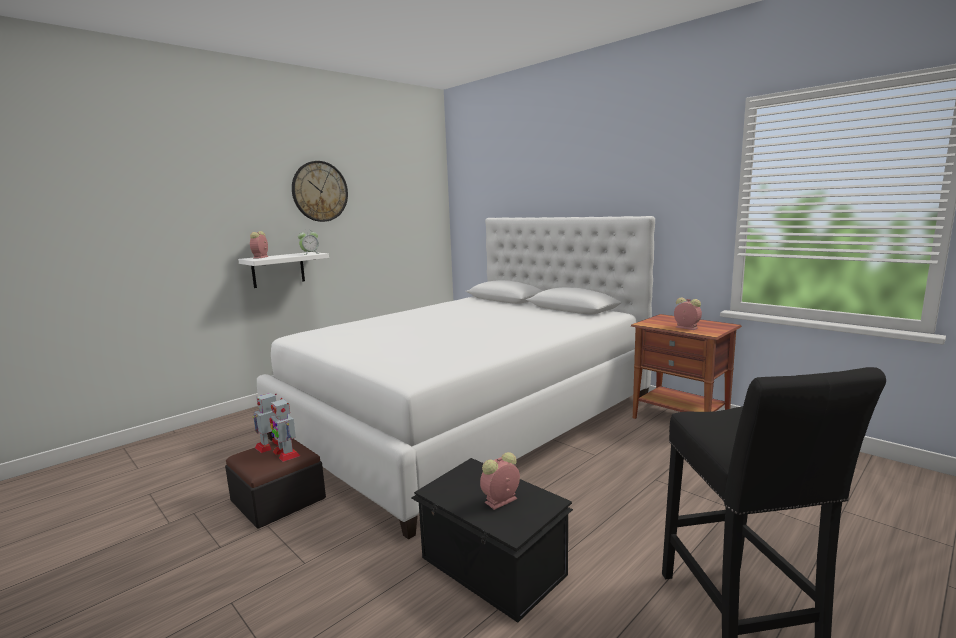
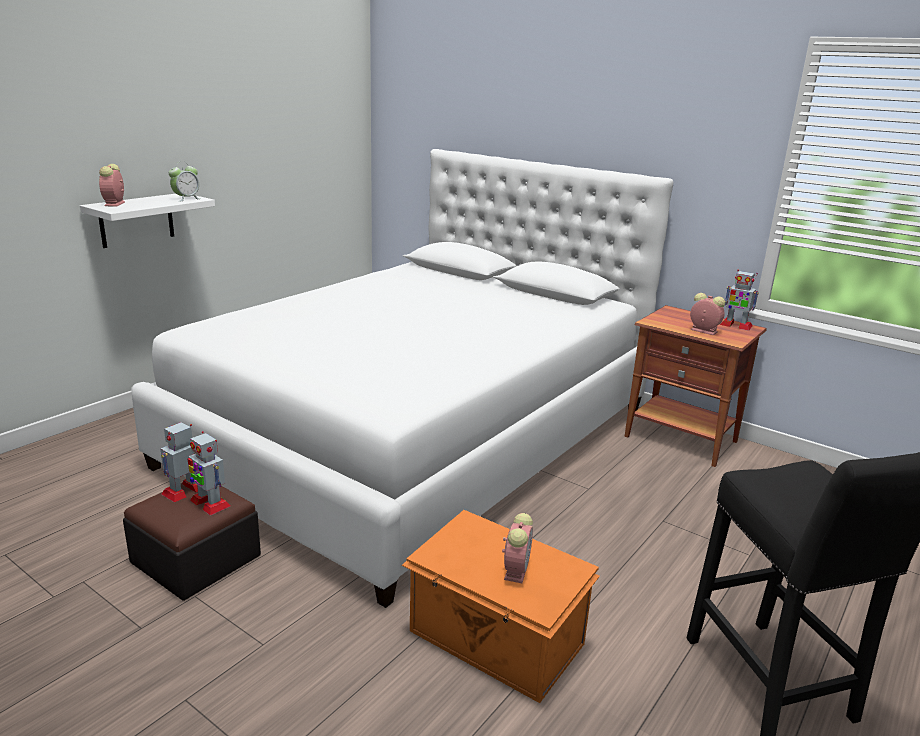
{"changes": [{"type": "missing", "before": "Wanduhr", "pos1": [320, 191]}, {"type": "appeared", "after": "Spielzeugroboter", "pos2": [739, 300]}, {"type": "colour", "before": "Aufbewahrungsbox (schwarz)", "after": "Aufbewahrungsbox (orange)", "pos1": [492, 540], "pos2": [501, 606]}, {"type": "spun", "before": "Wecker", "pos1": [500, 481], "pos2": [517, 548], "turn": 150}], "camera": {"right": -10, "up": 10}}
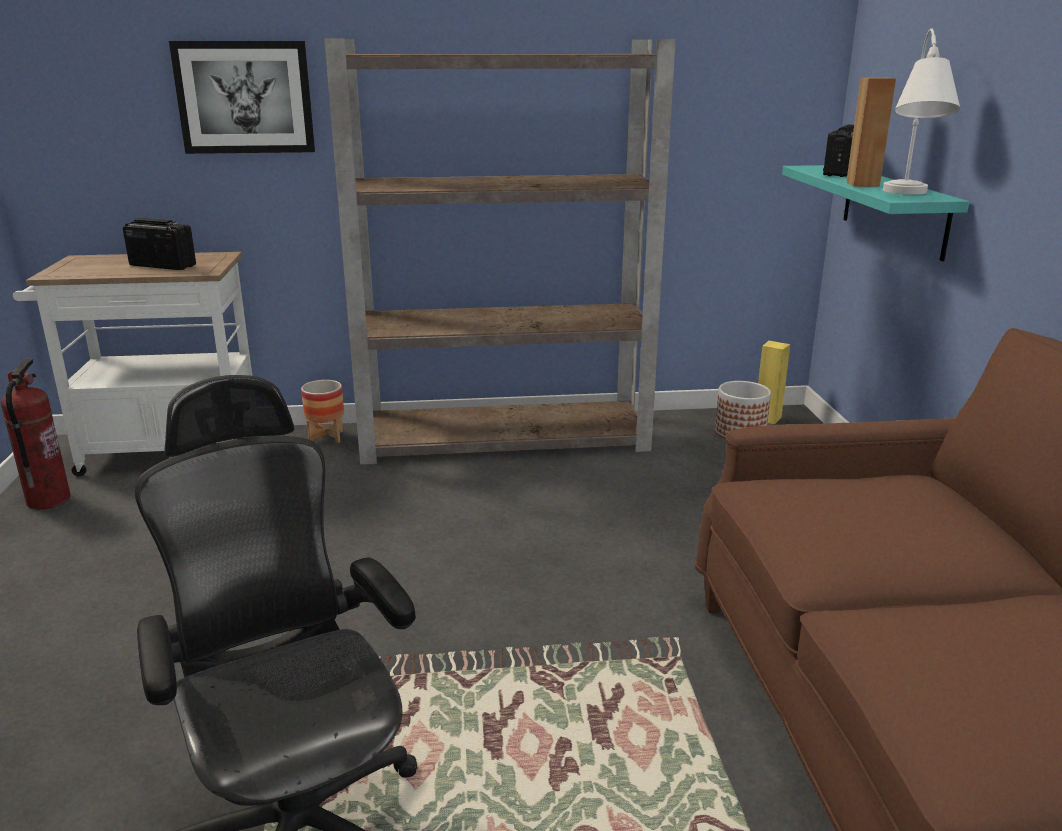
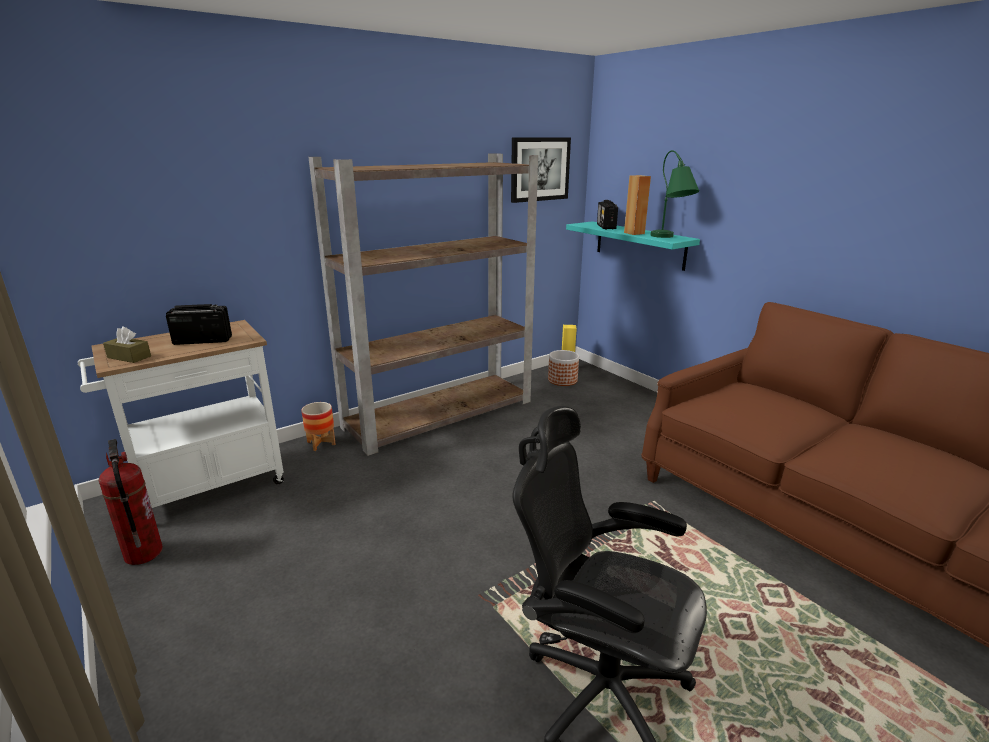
{"changes": [{"type": "appeared", "after": "Taschentuchbox (braun)", "pos2": [127, 344]}, {"type": "relocated", "before": "Bild", "pos1": [242, 97], "pos2": [541, 170]}, {"type": "colour", "before": "Tischlampe (weiß)", "after": "Tischlampe (grün)", "pos1": [921, 111], "pos2": [674, 194]}], "camera": {"right": -30, "up": 0}}
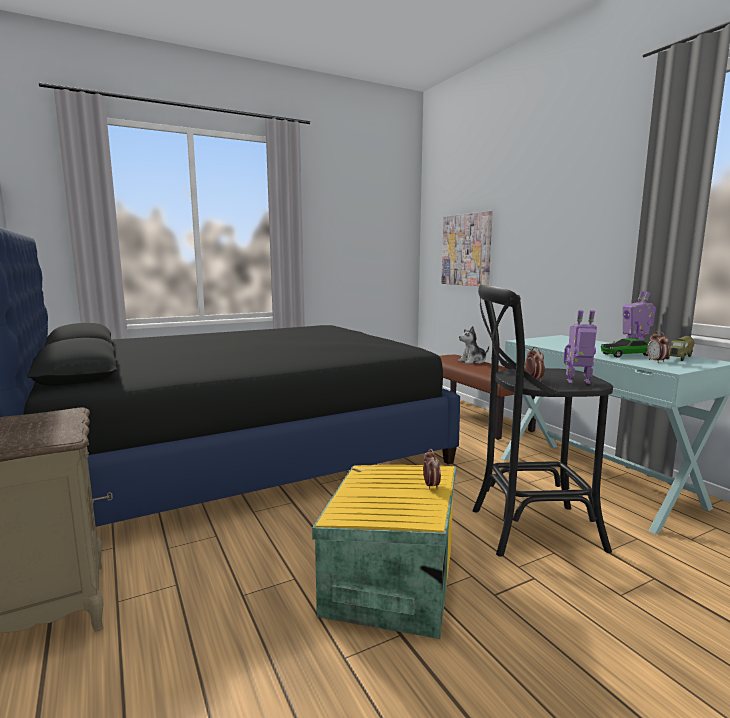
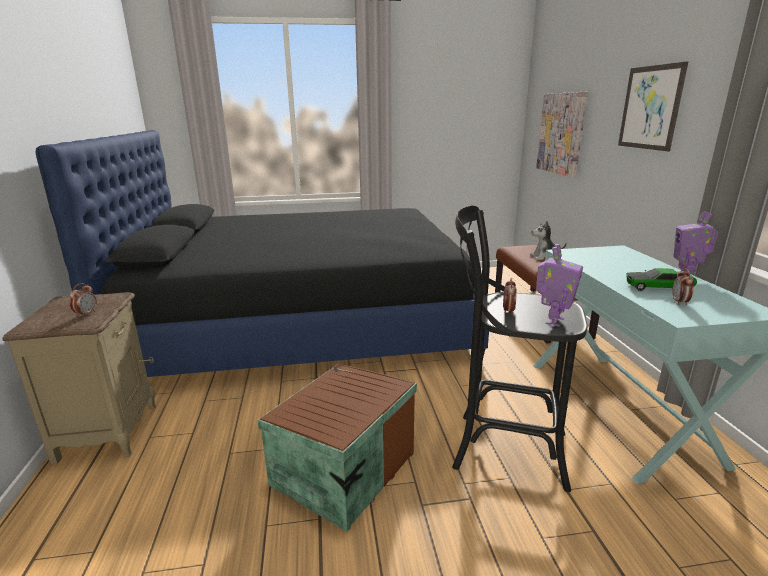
{"changes": [{"type": "missing", "before": "Spielzeuglaster", "pos1": [680, 348]}, {"type": "appeared", "after": "Bild", "pos2": [653, 106]}, {"type": "relocated", "before": "Wecker", "pos1": [432, 469], "pos2": [83, 300]}, {"type": "colour", "before": "Aufbewahrungsbox (gelb)", "after": "Aufbewahrungsbox (braun)", "pos1": [384, 552], "pos2": [337, 448]}, {"type": "spun", "before": "Spielzeugroboter", "pos1": [580, 347], "pos2": [559, 285], "turn": 90}], "camera": {"right": 20, "up": 10}}
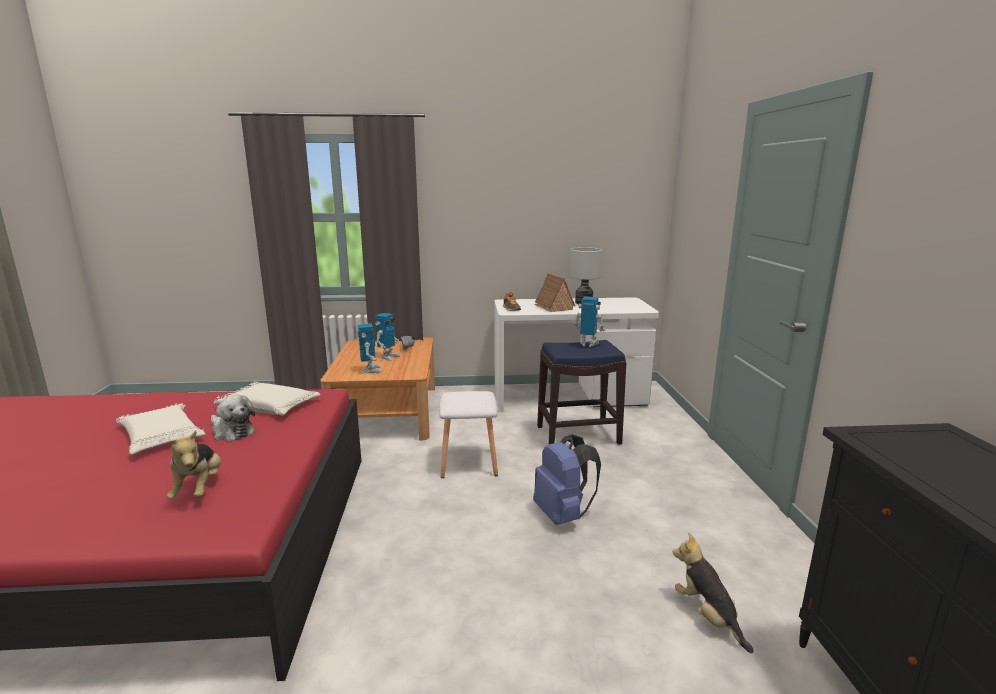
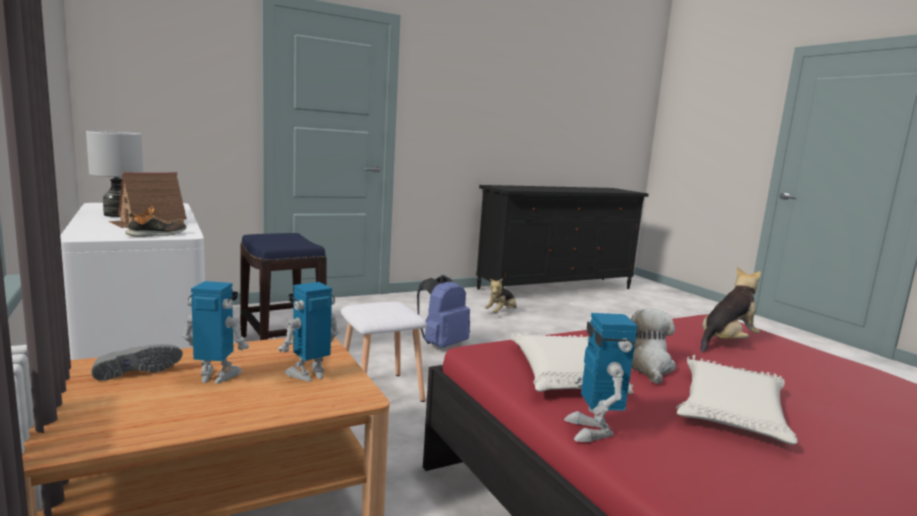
{"changes": [{"type": "relocated", "before": "Spielzeugroboter", "pos1": [589, 322], "pos2": [601, 377]}], "camera": {"right": -115, "up": -5}}
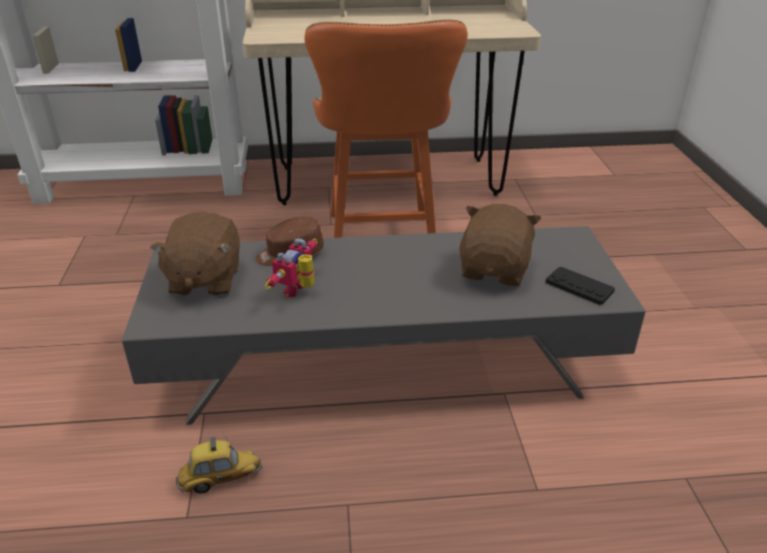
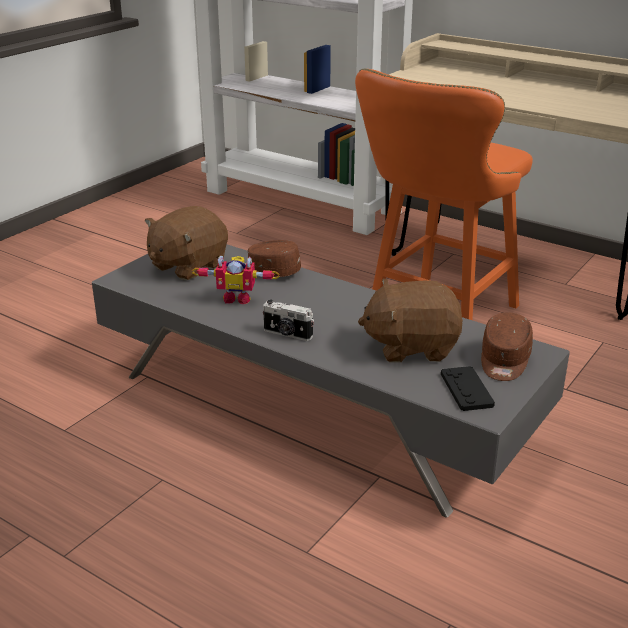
{"changes": [{"type": "missing", "before": "Spielzeugauto", "pos1": [219, 463]}, {"type": "appeared", "after": "Kamera", "pos2": [288, 320]}, {"type": "appeared", "after": "Kappe (braun)", "pos2": [507, 346]}, {"type": "spun", "before": "Spielzeugroboter", "pos1": [291, 268], "pos2": [236, 279], "turn": -150}, {"type": "spun", "before": "Plüschtier (braun)", "pos1": [500, 245], "pos2": [410, 320], "turn": -150}], "camera": {"right": 40, "up": -5}}
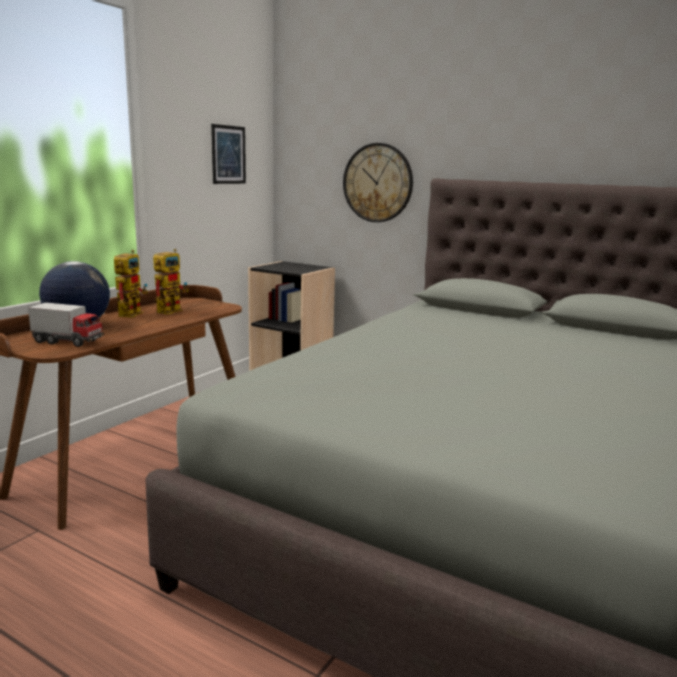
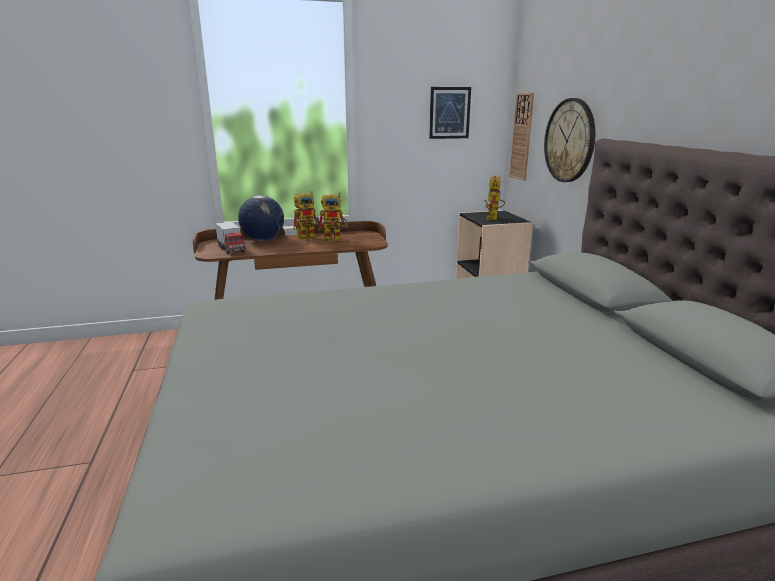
{"changes": [{"type": "appeared", "after": "Spielzeugroboter", "pos2": [494, 198]}, {"type": "appeared", "after": "Wanduhr", "pos2": [521, 137]}], "camera": {"right": 45, "up": 5}}
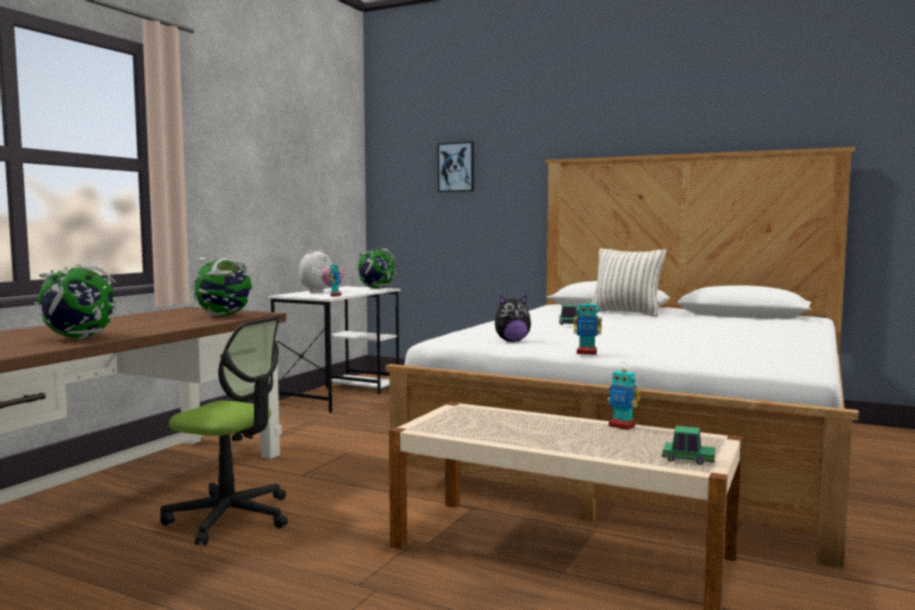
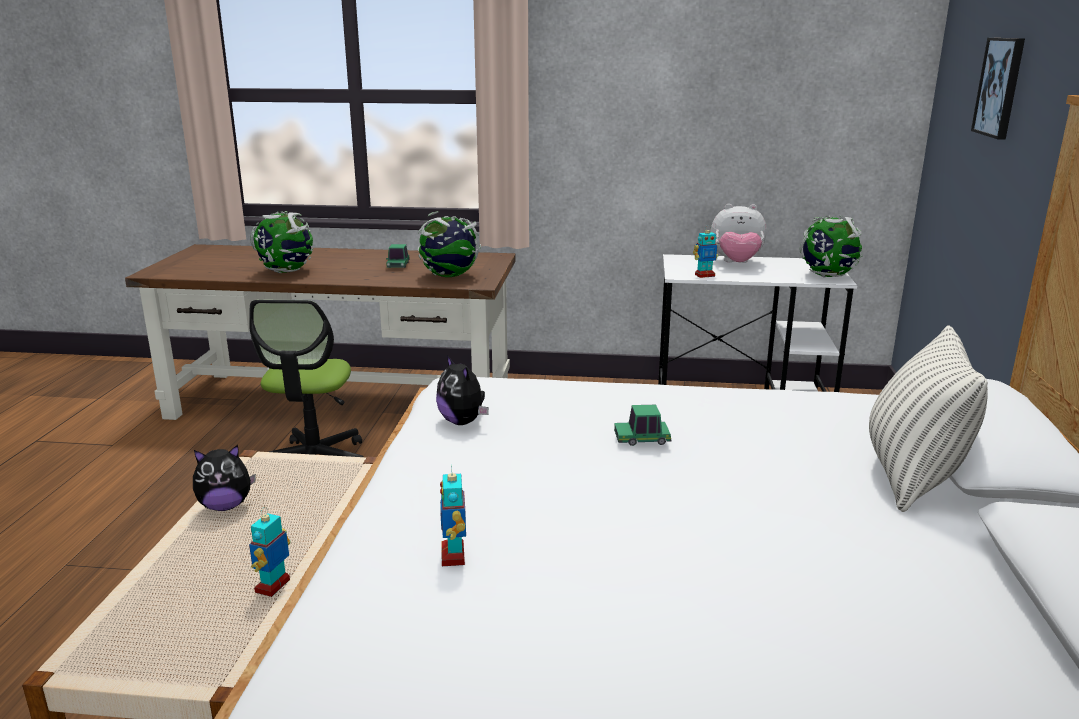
{"changes": [{"type": "appeared", "after": "Plüschtier", "pos2": [224, 478]}, {"type": "relocated", "before": "Spielzeugroboter", "pos1": [588, 325], "pos2": [453, 515]}, {"type": "relocated", "before": "Spielzeugauto", "pos1": [688, 445], "pos2": [397, 256]}], "camera": {"right": 70, "up": 15}}
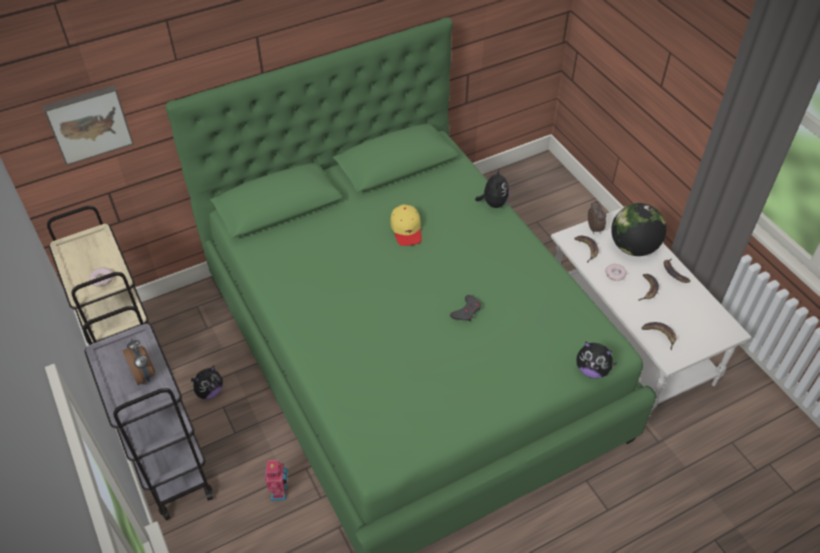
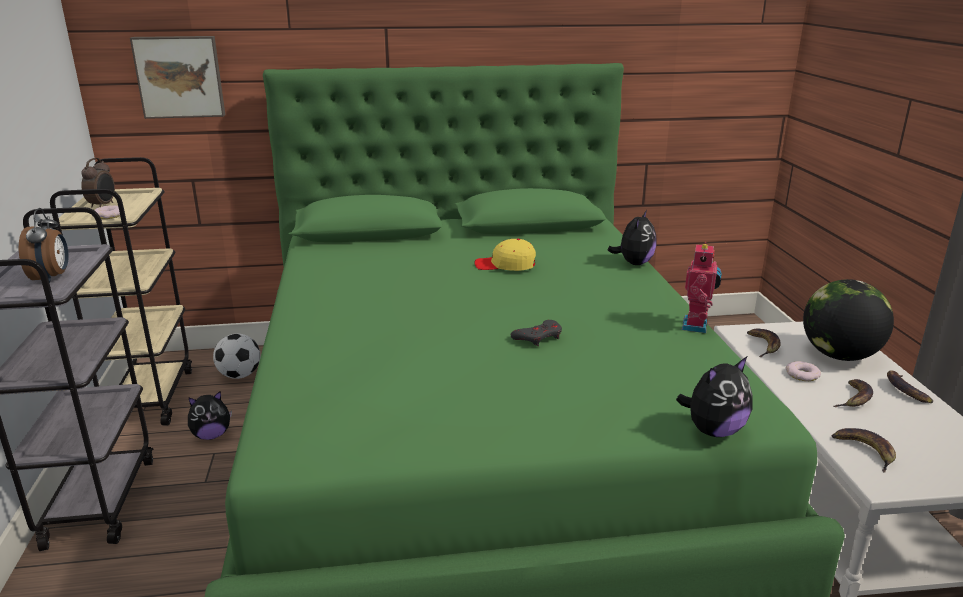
{"changes": [{"type": "appeared", "after": "Fußball", "pos2": [237, 356]}, {"type": "relocated", "before": "Spielzeugroboter", "pos1": [276, 479], "pos2": [702, 287]}, {"type": "relocated", "before": "Wecker", "pos1": [597, 217], "pos2": [98, 182]}, {"type": "spun", "before": "Kappe (gelb)", "pos1": [406, 225], "pos2": [505, 255], "turn": 90}, {"type": "spun", "before": "Plüschtier", "pos1": [597, 359], "pos2": [714, 397], "turn": -75}], "camera": {"right": 20, "up": -25}}
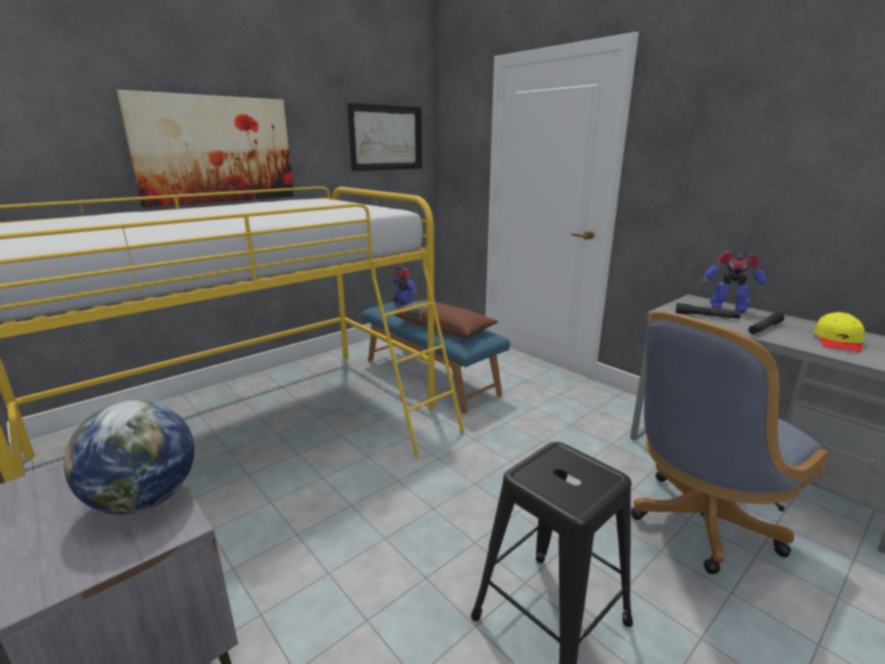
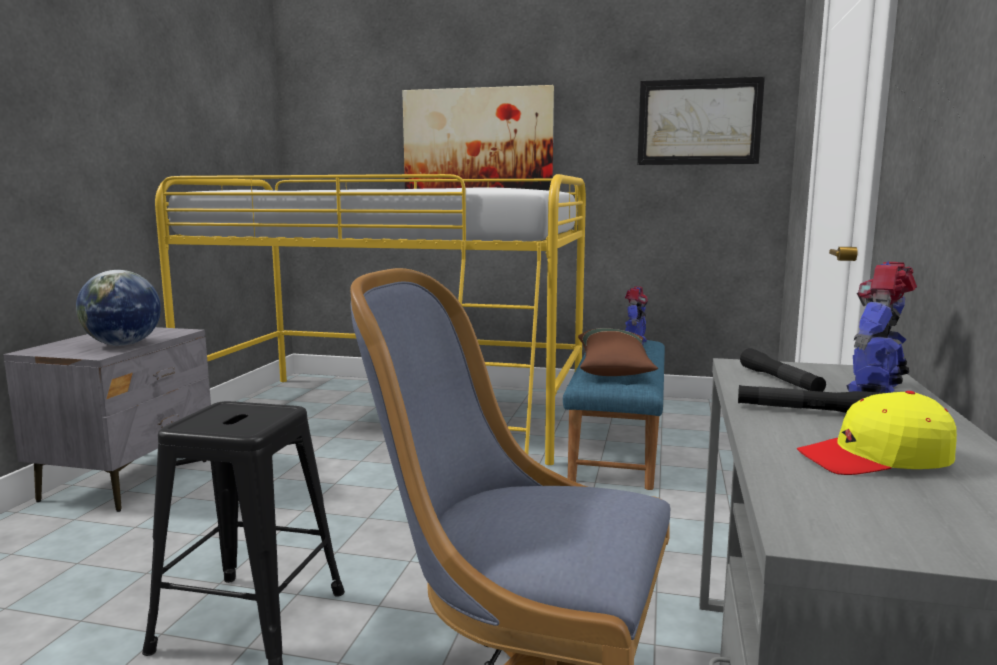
{"changes": [{"type": "spun", "before": "Spielzeugroboter", "pos1": [734, 282], "pos2": [881, 327], "turn": 45}], "camera": {"right": 55, "up": -10}}
